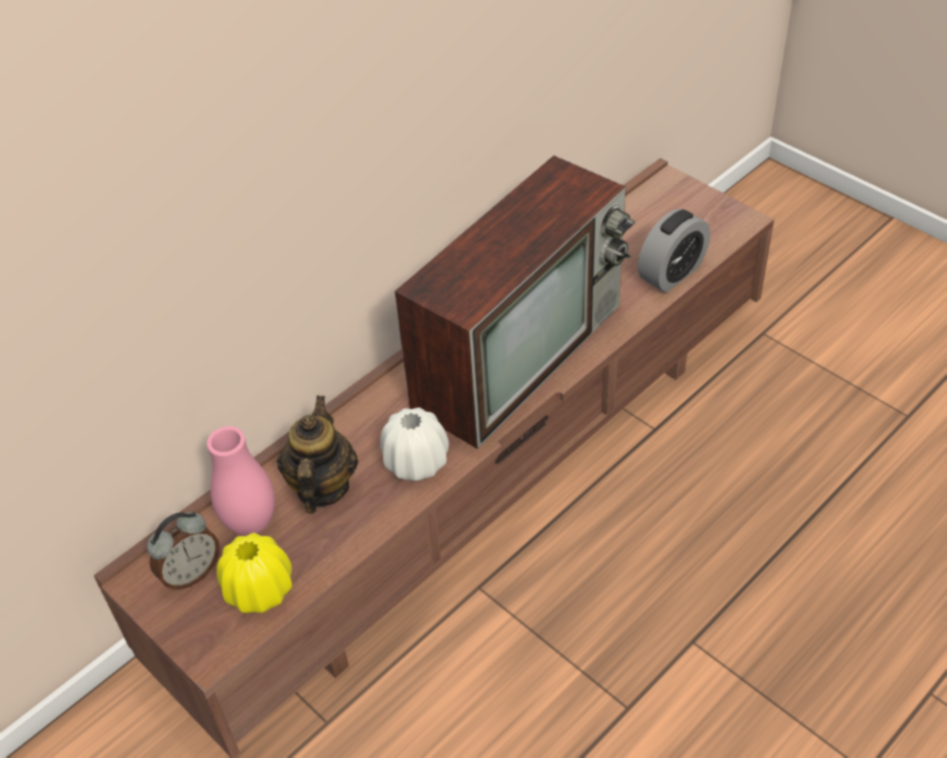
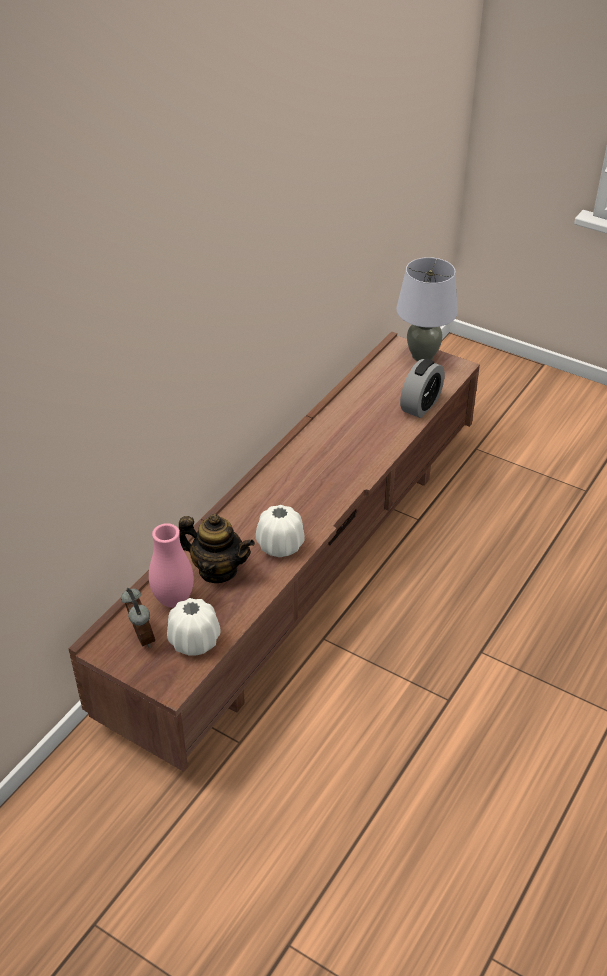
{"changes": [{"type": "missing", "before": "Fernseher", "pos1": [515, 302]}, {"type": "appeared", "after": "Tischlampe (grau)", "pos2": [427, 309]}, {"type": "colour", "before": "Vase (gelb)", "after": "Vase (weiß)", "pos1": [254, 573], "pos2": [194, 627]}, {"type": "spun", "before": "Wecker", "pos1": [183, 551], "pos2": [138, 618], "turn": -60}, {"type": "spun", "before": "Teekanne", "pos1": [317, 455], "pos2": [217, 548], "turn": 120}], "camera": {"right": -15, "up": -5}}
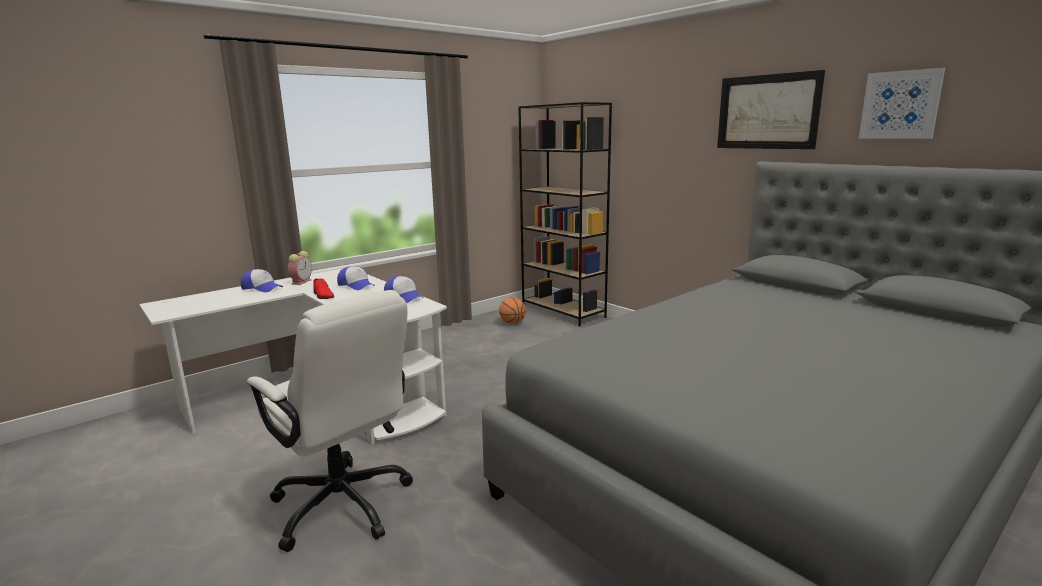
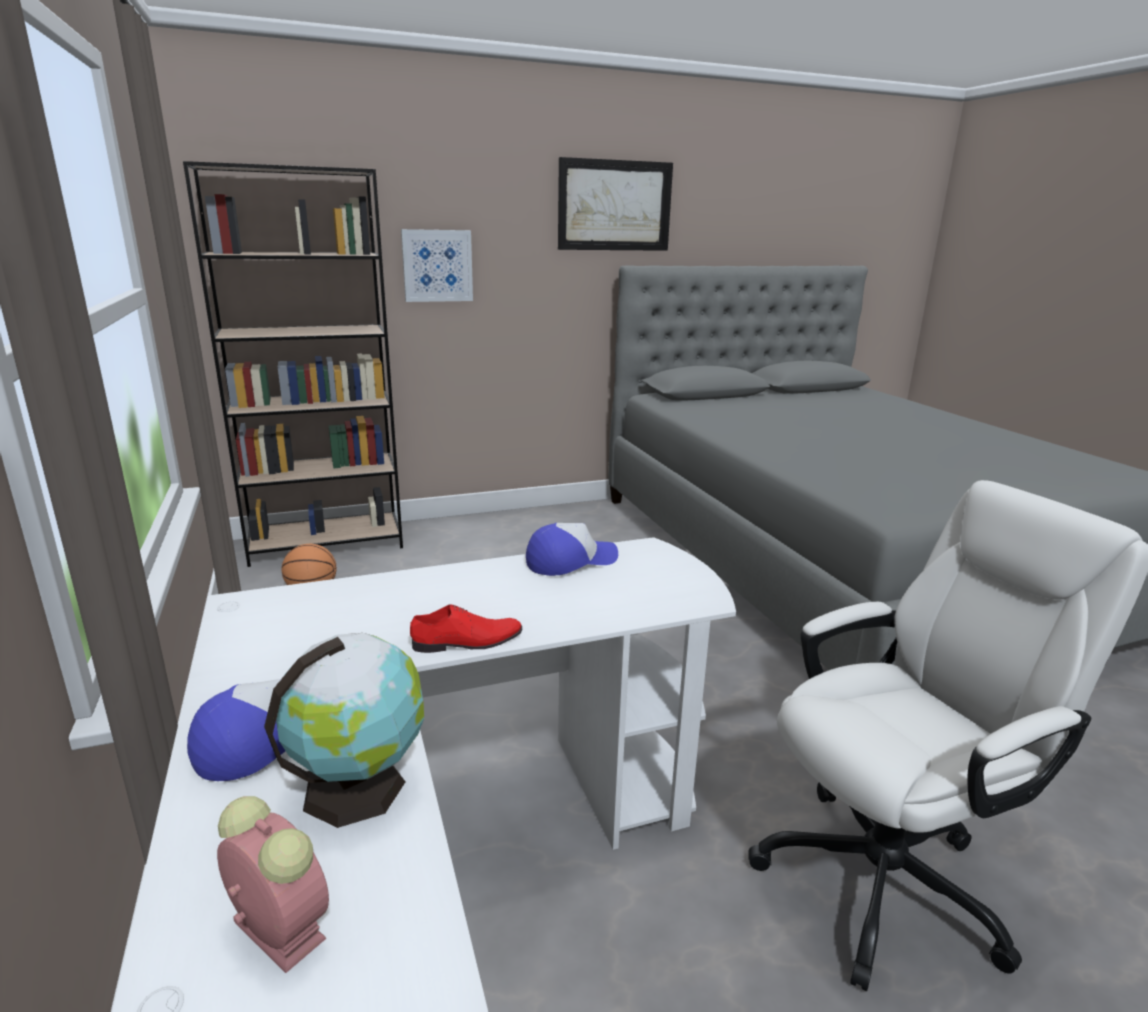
{"changes": [{"type": "missing", "before": "Kappe", "pos1": [356, 278]}, {"type": "appeared", "after": "Globus", "pos2": [344, 730]}, {"type": "relocated", "before": "Wecker", "pos1": [300, 268], "pos2": [273, 884]}, {"type": "relocated", "before": "Bild", "pos1": [902, 103], "pos2": [437, 265]}], "camera": {"right": -70, "up": 5}}
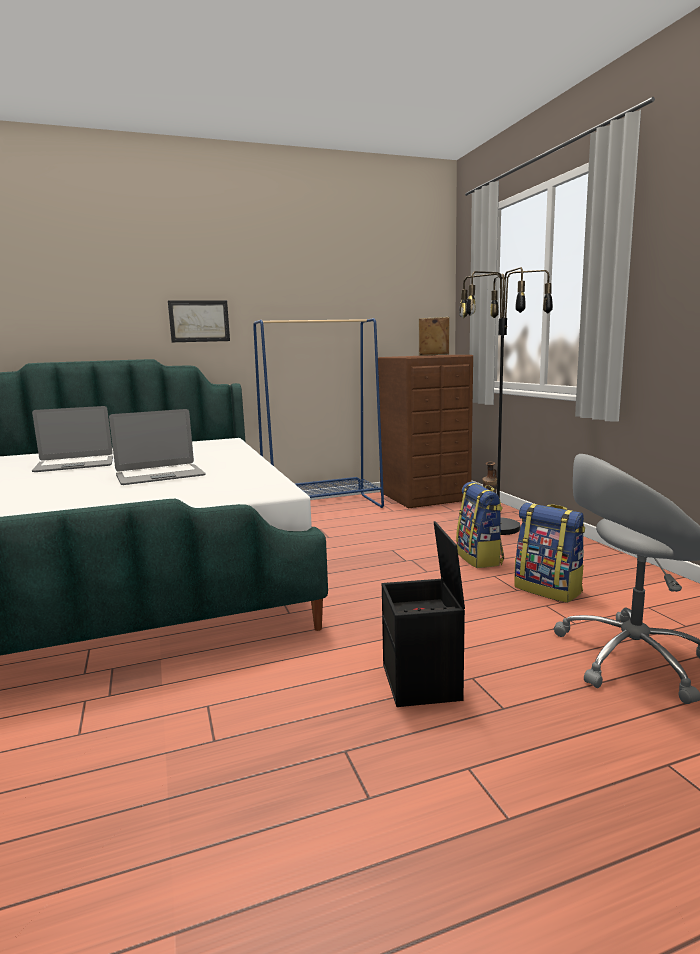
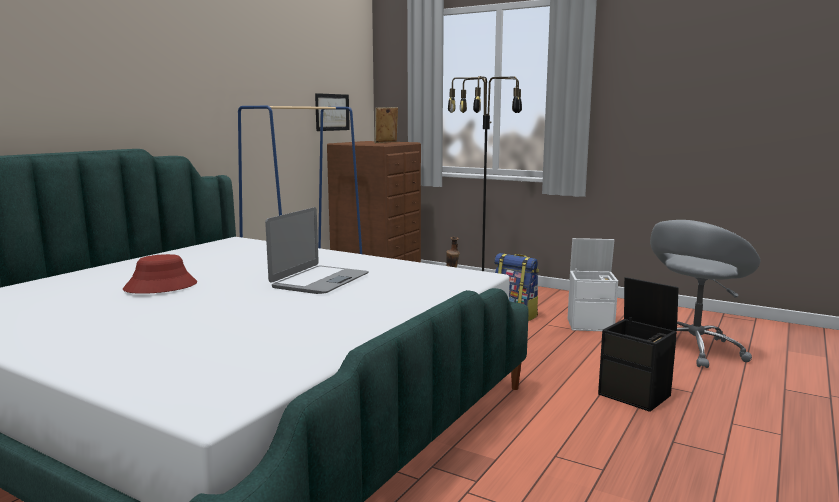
{"changes": [{"type": "relocated", "before": "Bild", "pos1": [199, 321], "pos2": [332, 112]}, {"type": "exchanged", "before": "Laptop", "after": "Hut (rot)", "pos1": [72, 439], "pos2": [160, 274]}, {"type": "exchanged", "before": "Rucksack", "after": "Aufbewahrungsbox (weiß)", "pos1": [550, 553], "pos2": [593, 284]}], "camera": {"right": -40, "up": 0}}
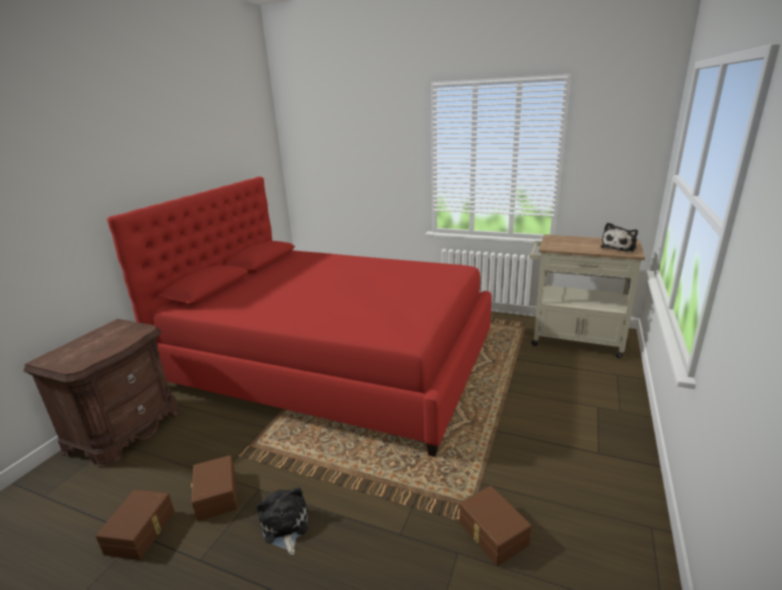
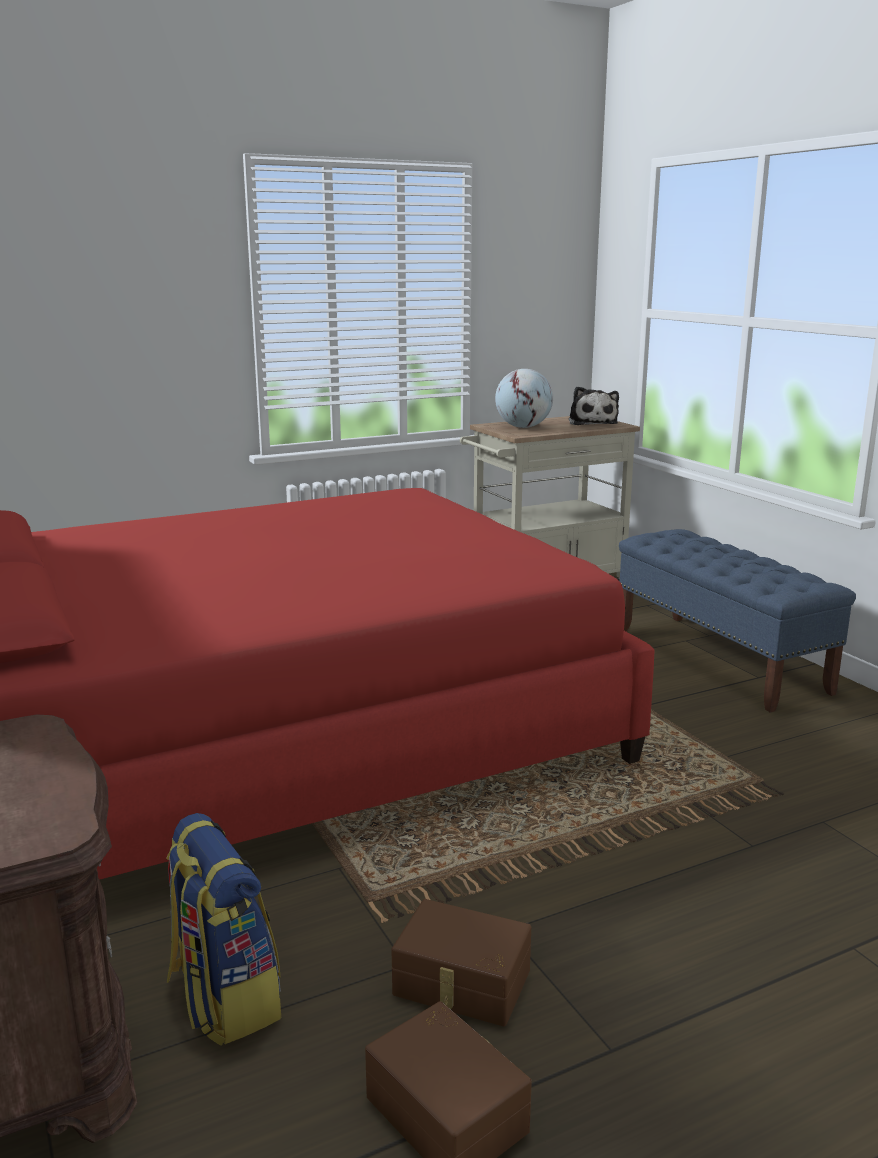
{"changes": [{"type": "missing", "before": "Plüschtier", "pos1": [282, 521]}, {"type": "missing", "before": "Aufbewahrungsbox (braun)", "pos1": [495, 526]}, {"type": "appeared", "after": "Rucksack", "pos2": [223, 929]}, {"type": "appeared", "after": "Globus", "pos2": [524, 398]}, {"type": "appeared", "after": "Bank (blau)", "pos2": [737, 620]}], "camera": {"right": -50, "up": -5}}
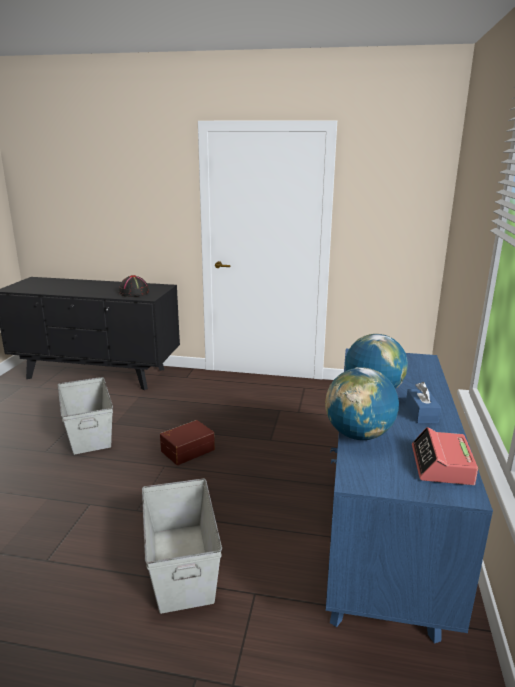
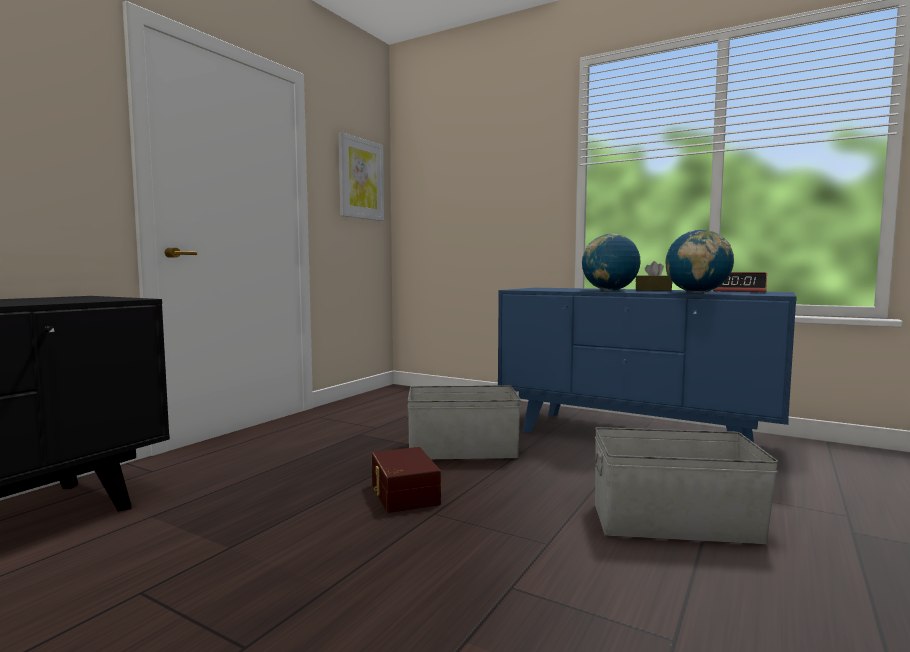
{"changes": [{"type": "missing", "before": "Hut (schwarz)", "pos1": [134, 286]}, {"type": "appeared", "after": "Bild", "pos2": [361, 176]}, {"type": "relocated", "before": "Aufbewahrungsbox (grau)", "pos1": [85, 416], "pos2": [464, 422]}, {"type": "colour", "before": "Taschentuchbox (blau)", "after": "Taschentuchbox (braun)", "pos1": [423, 402], "pos2": [654, 276]}], "camera": {"right": -70, "up": -15}}
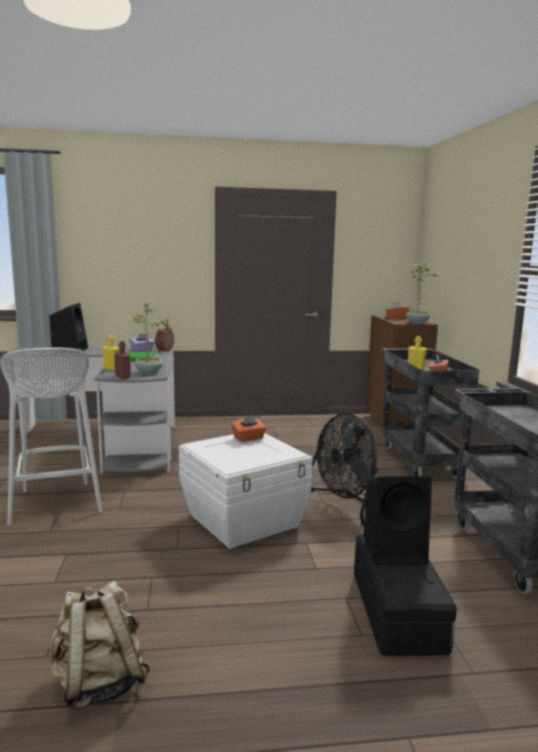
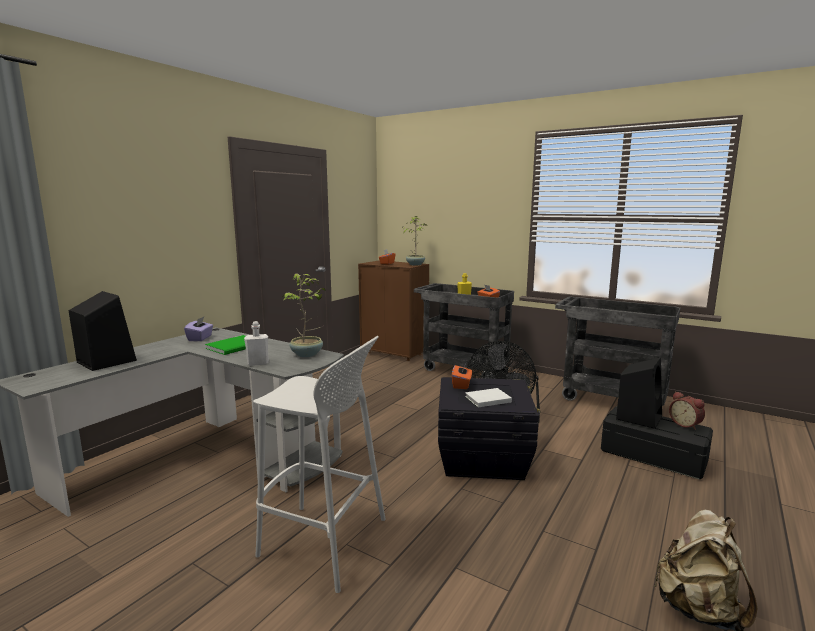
{"changes": [{"type": "missing", "before": "Flasche (rot)", "pos1": [123, 360]}, {"type": "appeared", "after": "Buch (weiß)", "pos2": [488, 397]}, {"type": "relocated", "before": "Wecker", "pos1": [164, 339], "pos2": [687, 410]}, {"type": "colour", "before": "Flasche (gelb)", "after": "Flasche (weiß)", "pos1": [110, 353], "pos2": [256, 343]}, {"type": "colour", "before": "Aufbewahrungsbox (weiß)", "after": "Aufbewahrungsbox (schwarz)", "pos1": [246, 491], "pos2": [489, 428]}], "camera": {"right": -50, "up": 0}}
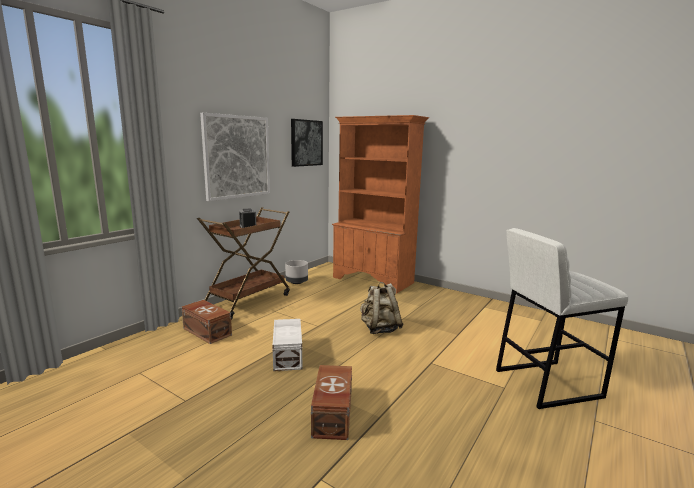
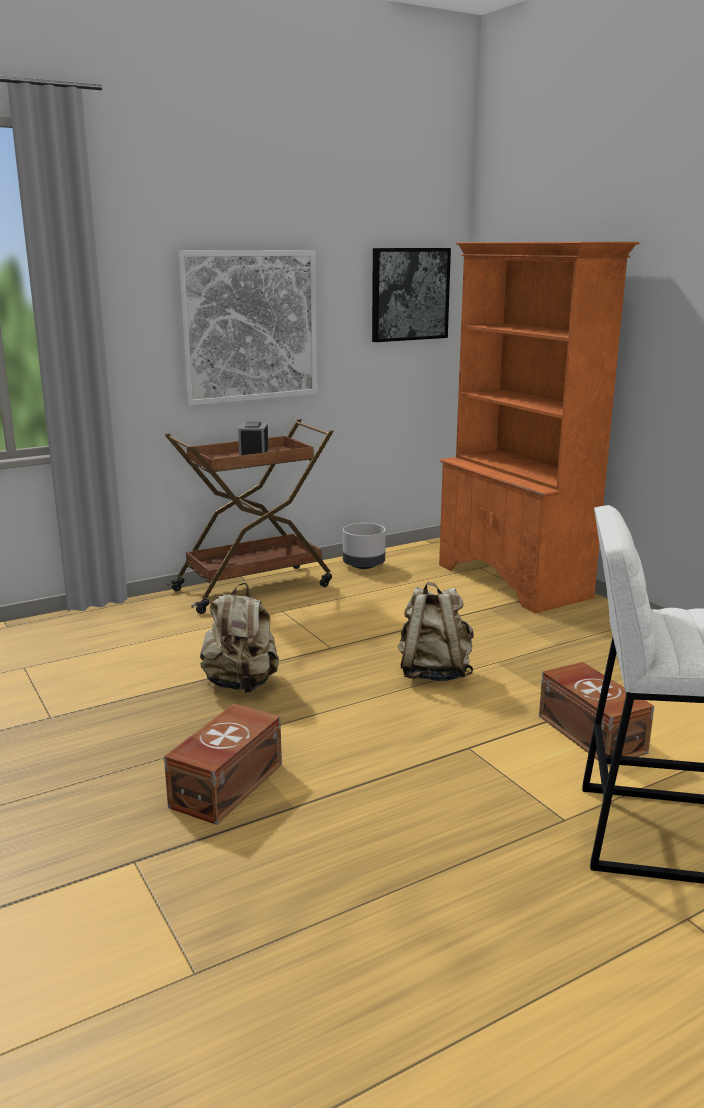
{"changes": [{"type": "relocated", "before": "Aufbewahrungsbox (braun)", "pos1": [206, 322], "pos2": [596, 714]}, {"type": "exchanged", "before": "Aufbewahrungsbox (weiß)", "after": "Rucksack (beige)", "pos1": [287, 345], "pos2": [239, 638]}], "camera": {"right": 25, "up": 5}}
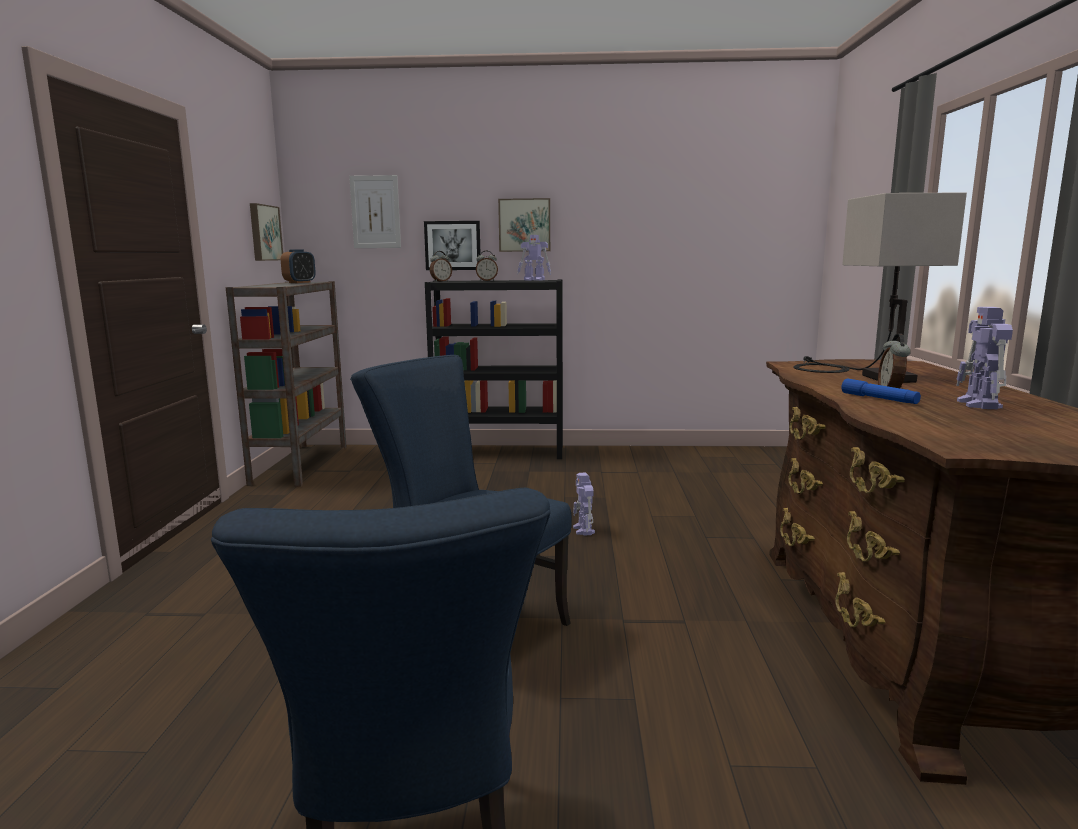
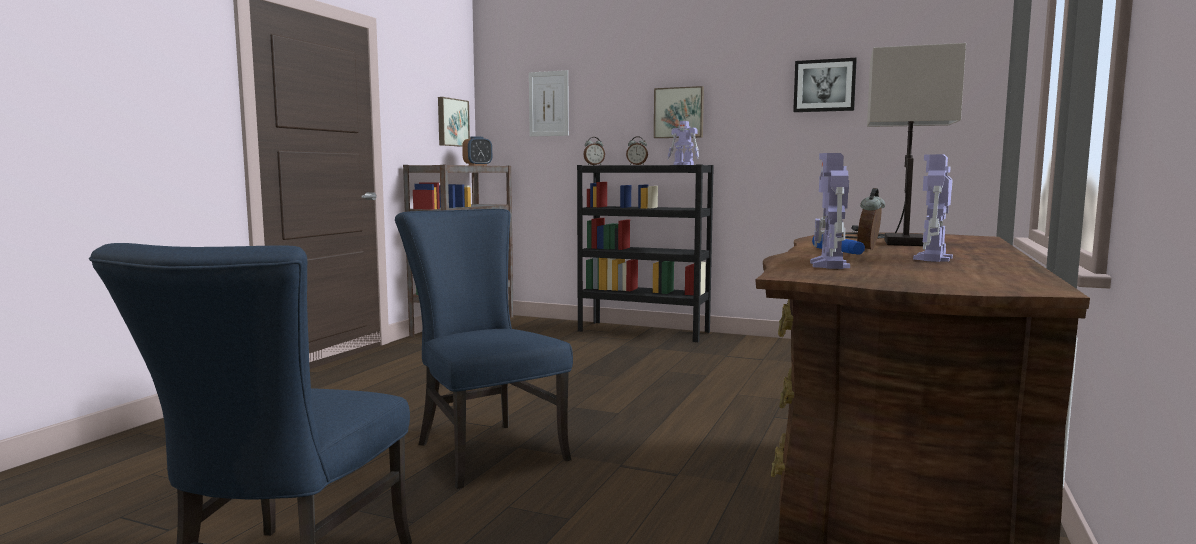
{"changes": [{"type": "relocated", "before": "Bild", "pos1": [452, 245], "pos2": [825, 85]}, {"type": "relocated", "before": "Spielzeugroboter", "pos1": [584, 504], "pos2": [830, 211]}], "camera": {"right": 20, "up": -5}}
